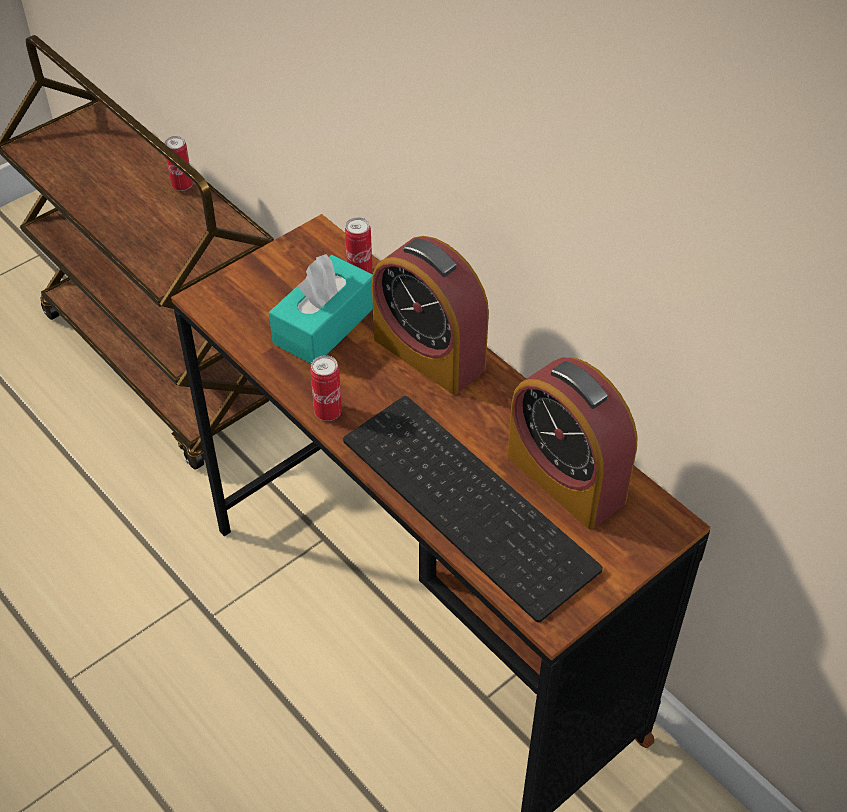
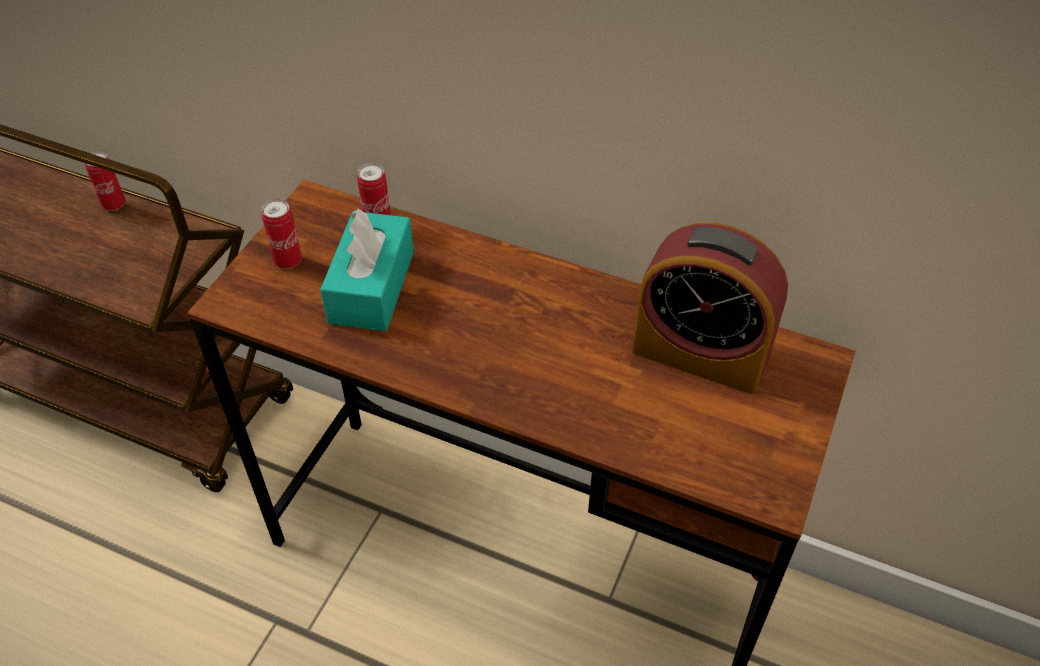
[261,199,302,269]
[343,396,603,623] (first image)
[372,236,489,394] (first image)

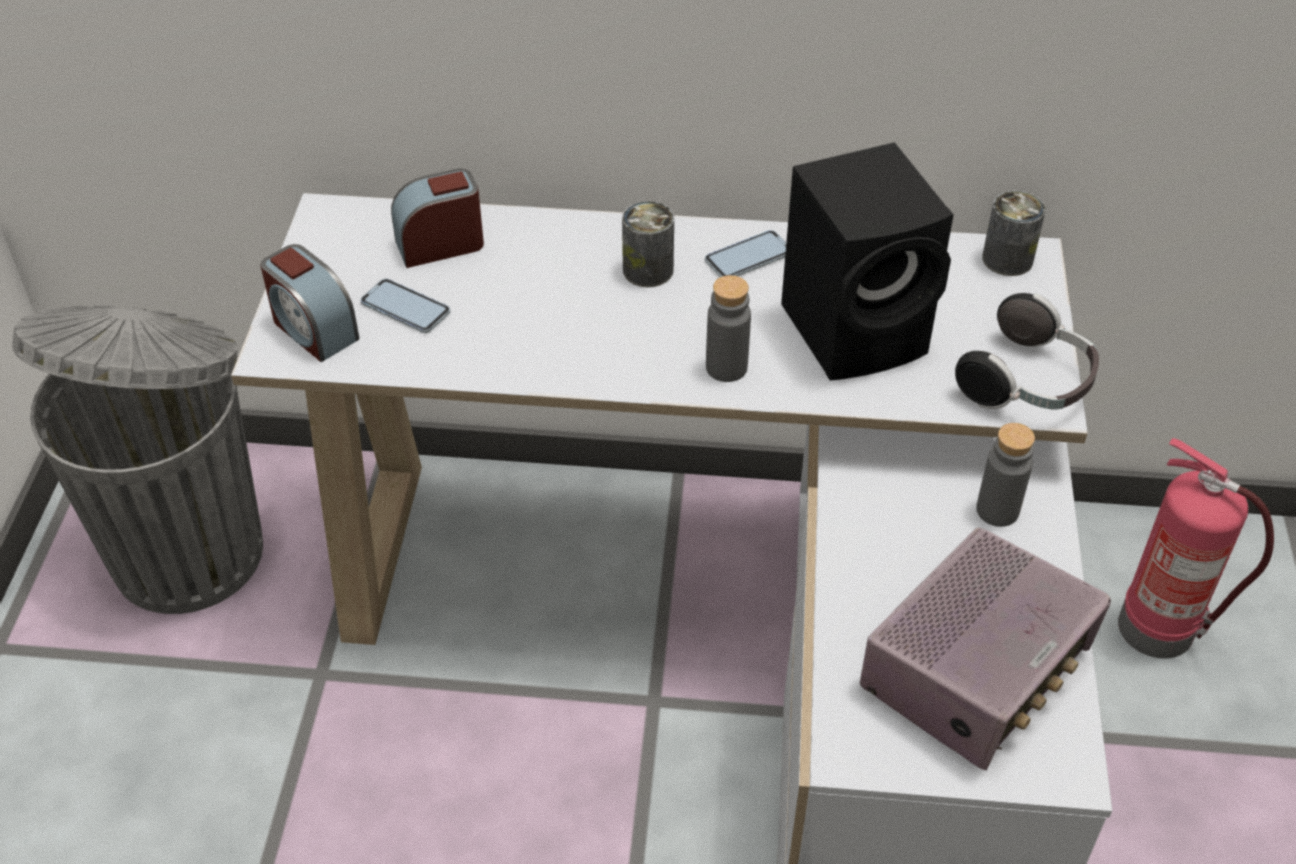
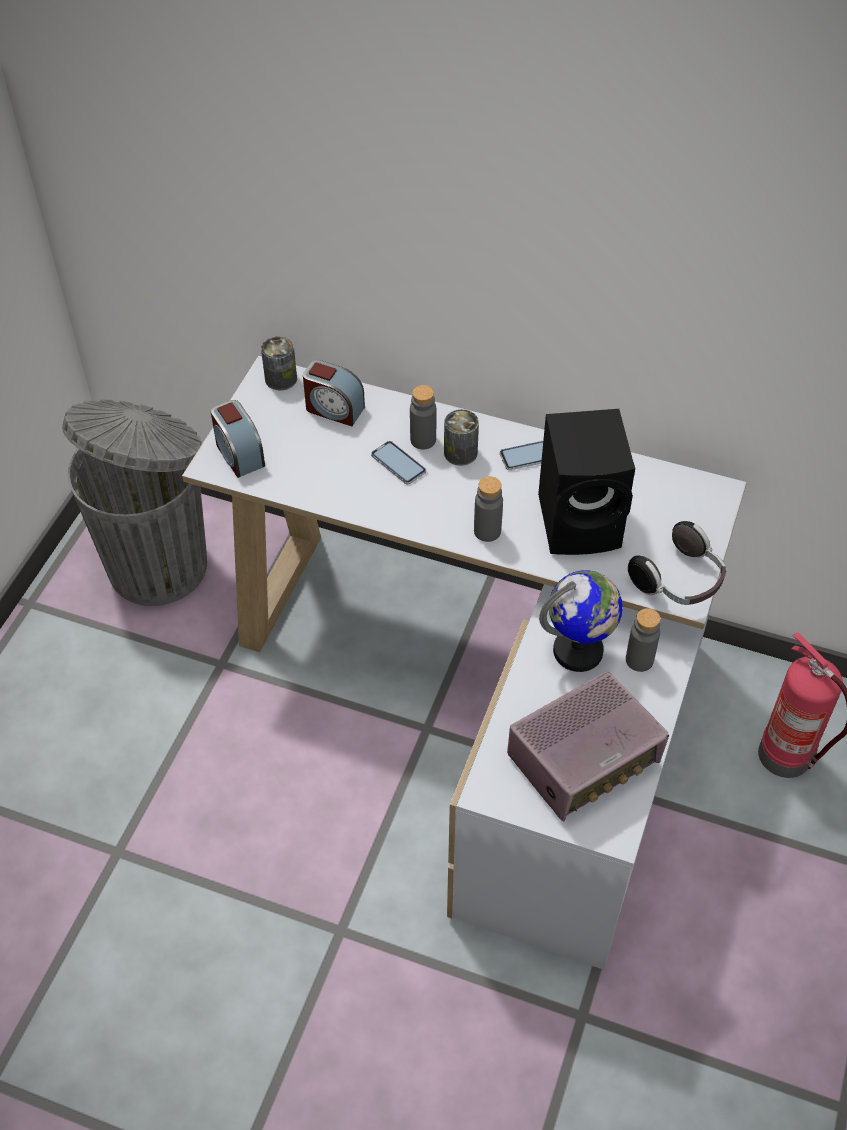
[371,441,426,484]
[303,360,365,426]
[261,336,297,391]
[410,385,436,449]
[539,570,623,672]

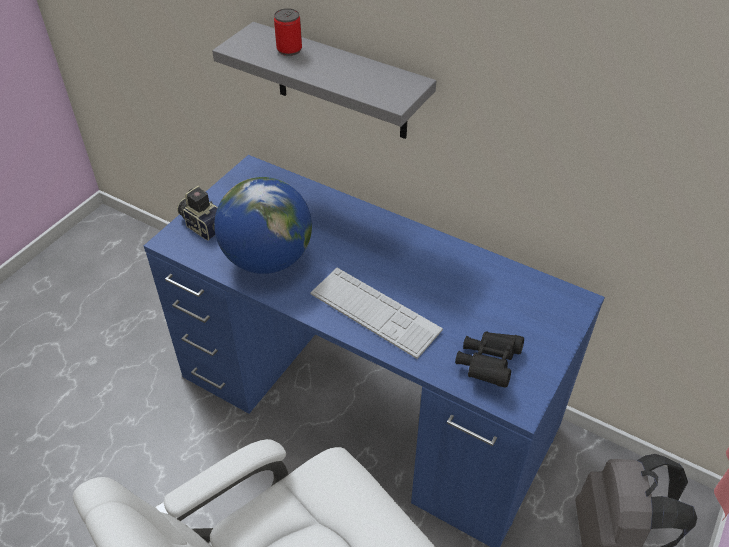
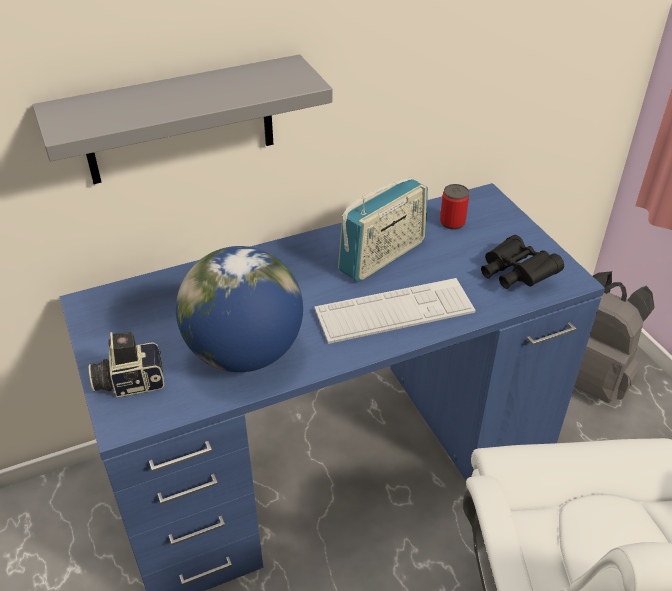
[440,184,469,230]
[338,177,428,282]

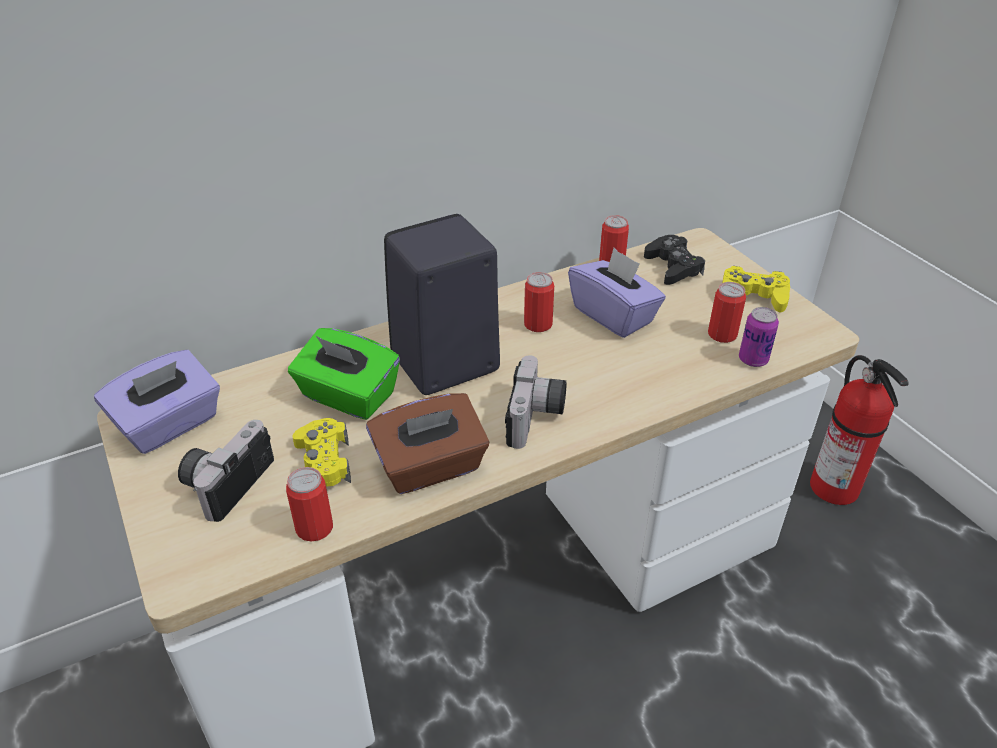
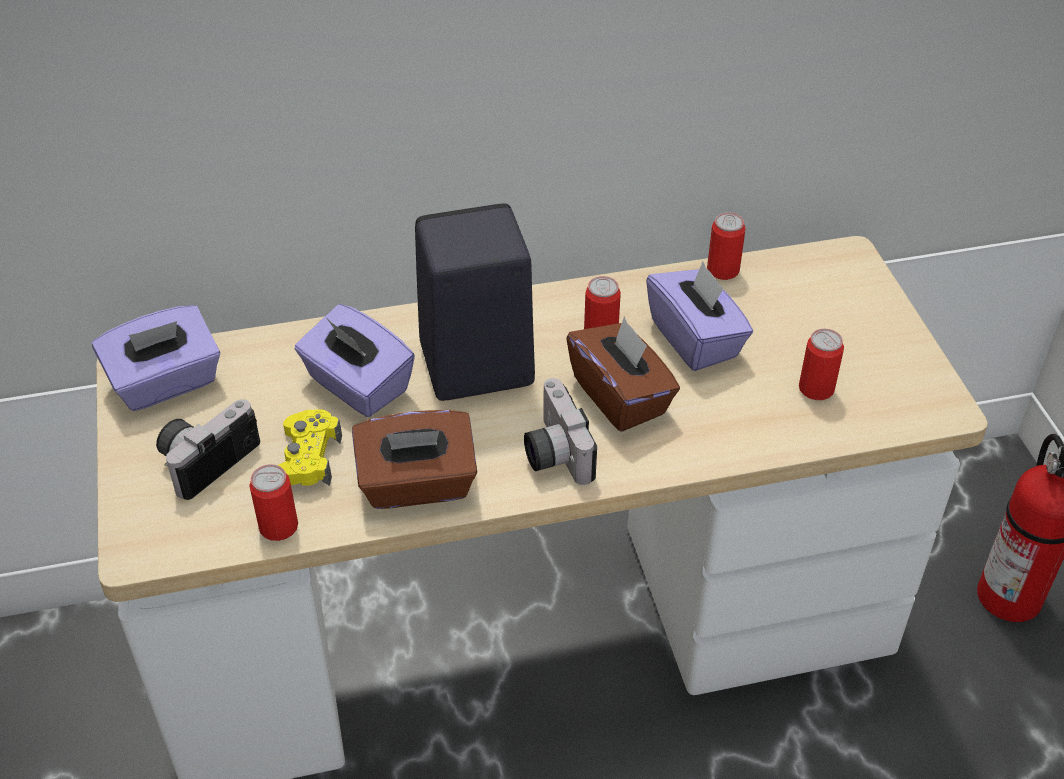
[295,304,415,417]
[524,378,597,485]
[644,235,705,285] (first image)
[723,266,790,313] (first image)
[739,307,779,367] (first image)
[566,316,680,432]

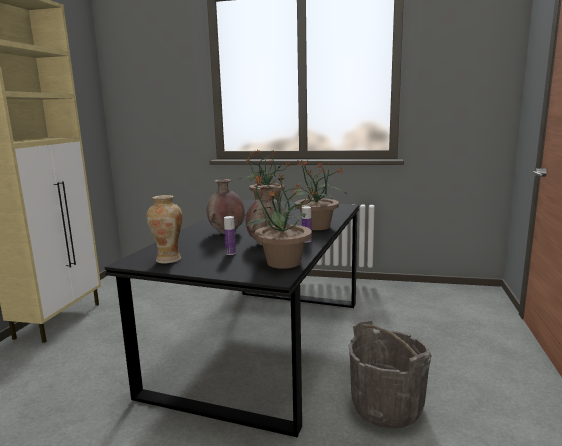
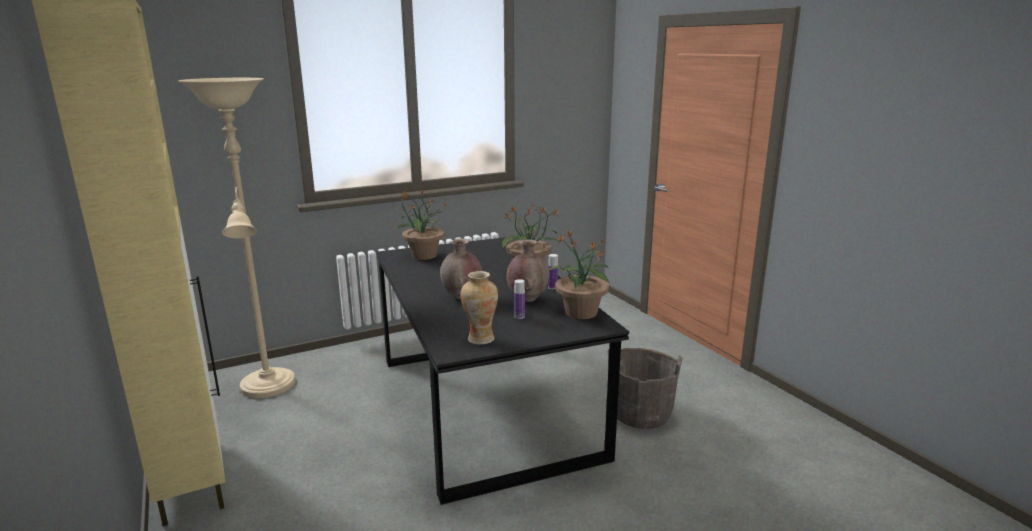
[178,78,295,398]

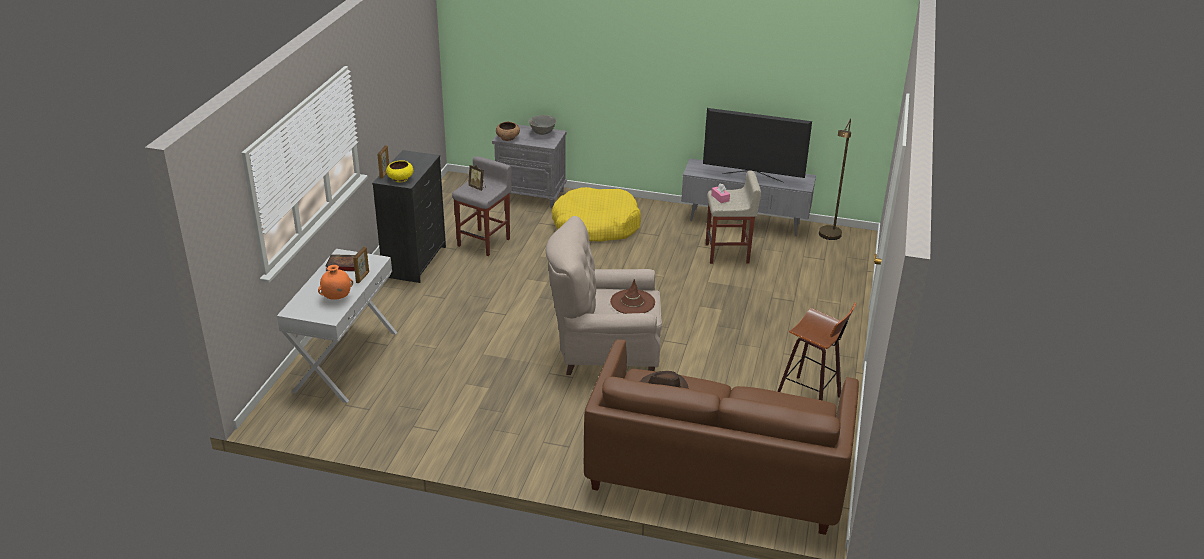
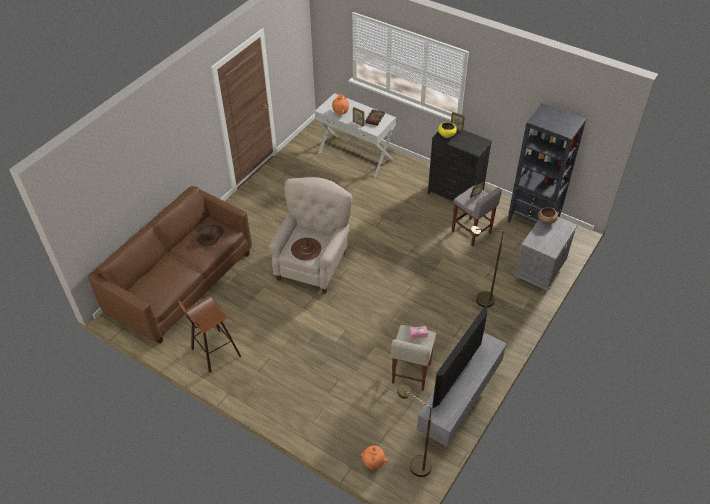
[529,115,556,135] (first image)
[469,226,503,308]
[360,445,387,470]
[508,103,586,223]

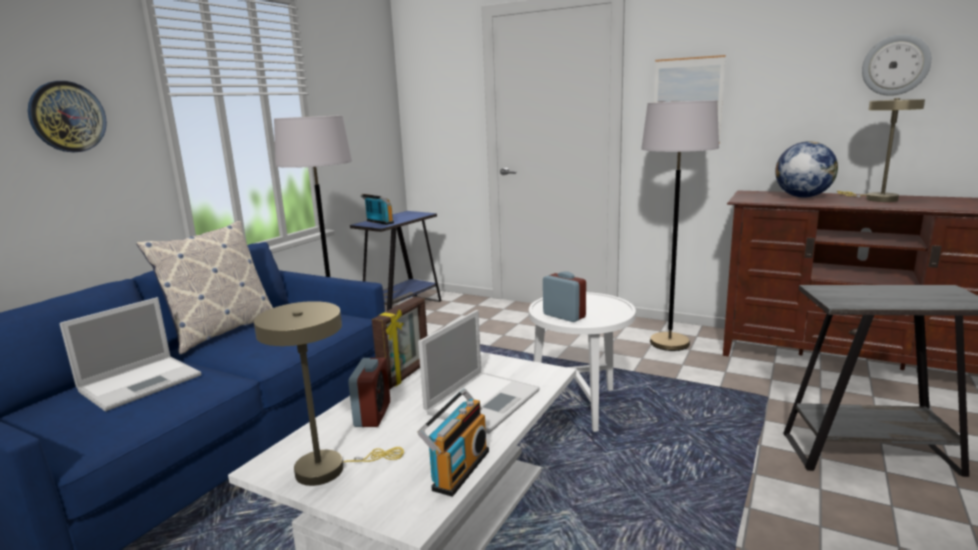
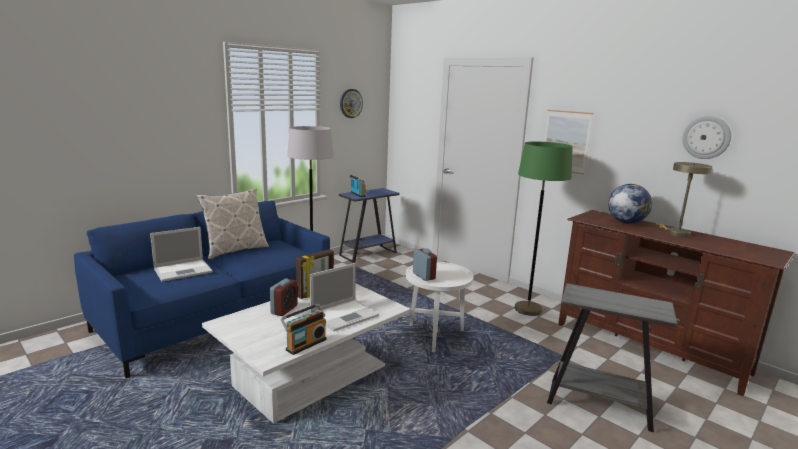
[340,89,363,118]
[254,301,404,486] (first image)
[514,142,573,316]

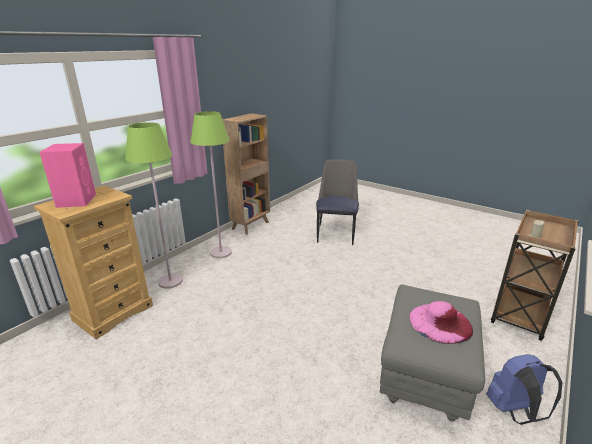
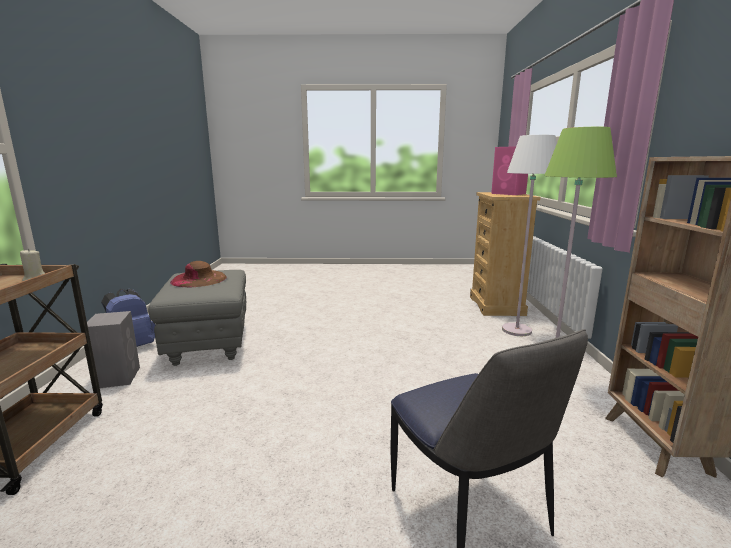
[502,135,557,336]
[170,261,227,287]
[87,311,140,388]

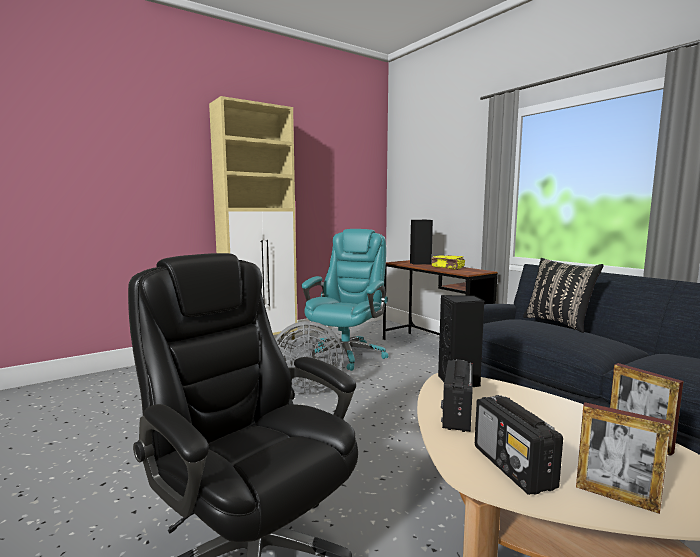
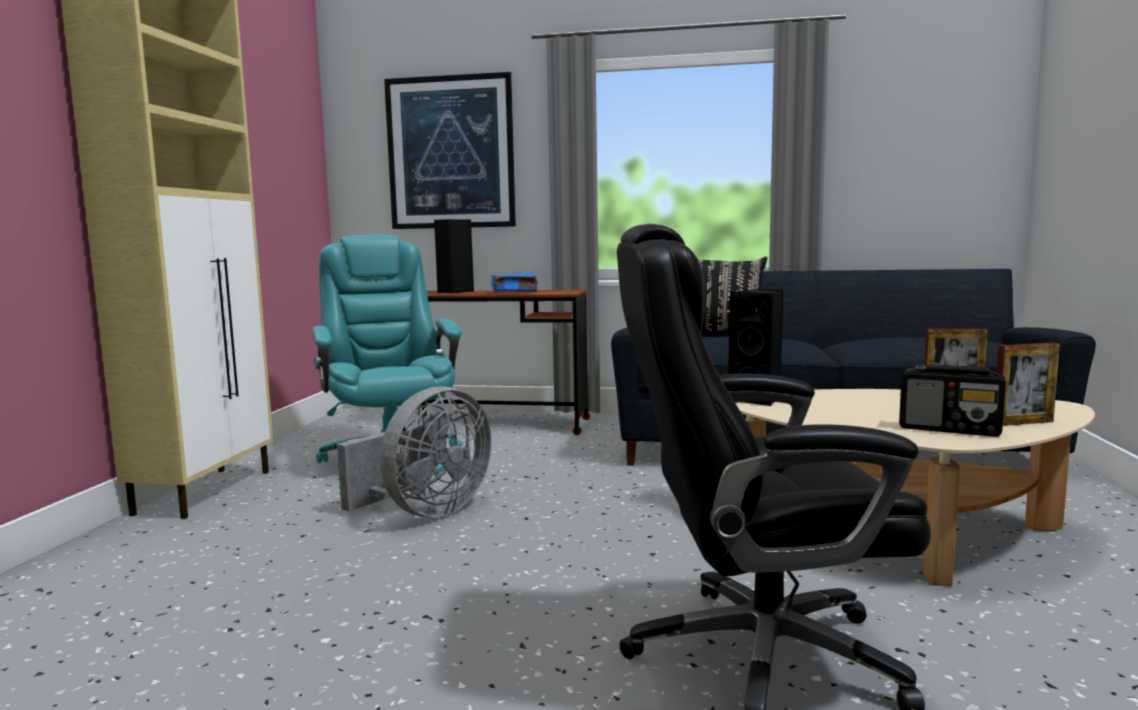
[491,273,538,292]
[441,359,473,432] (first image)
[384,72,516,229]

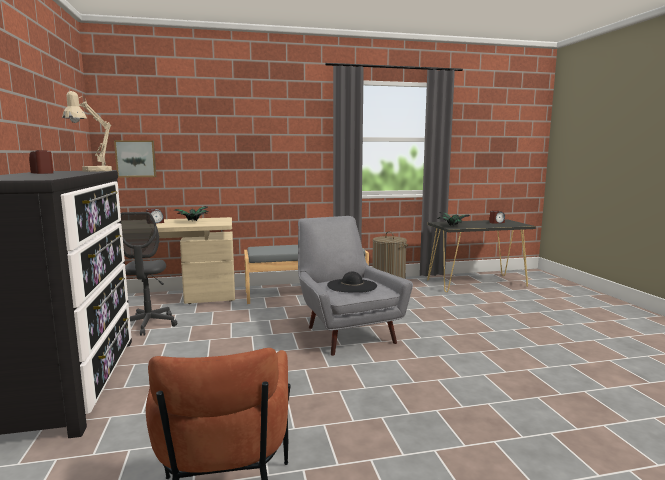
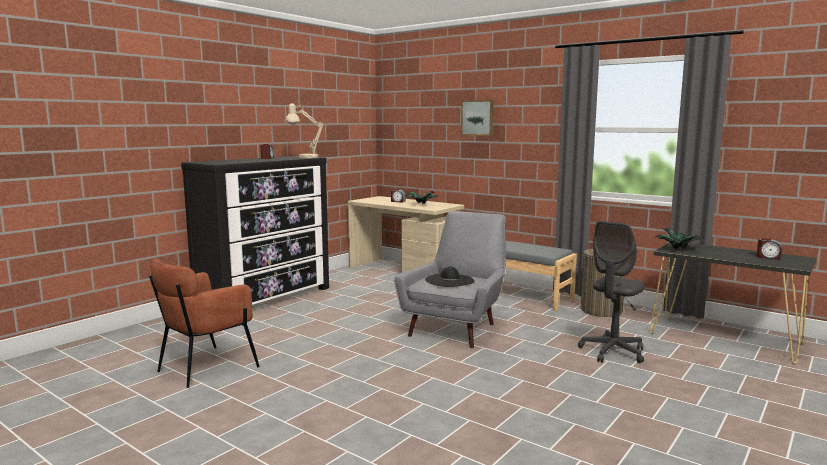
[461,100,493,136]
[578,221,644,363]

